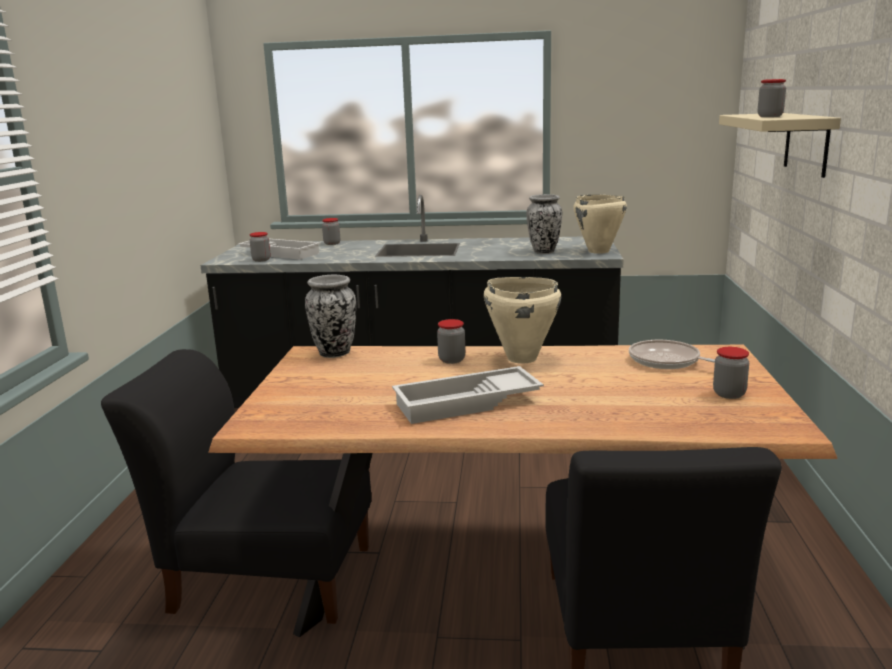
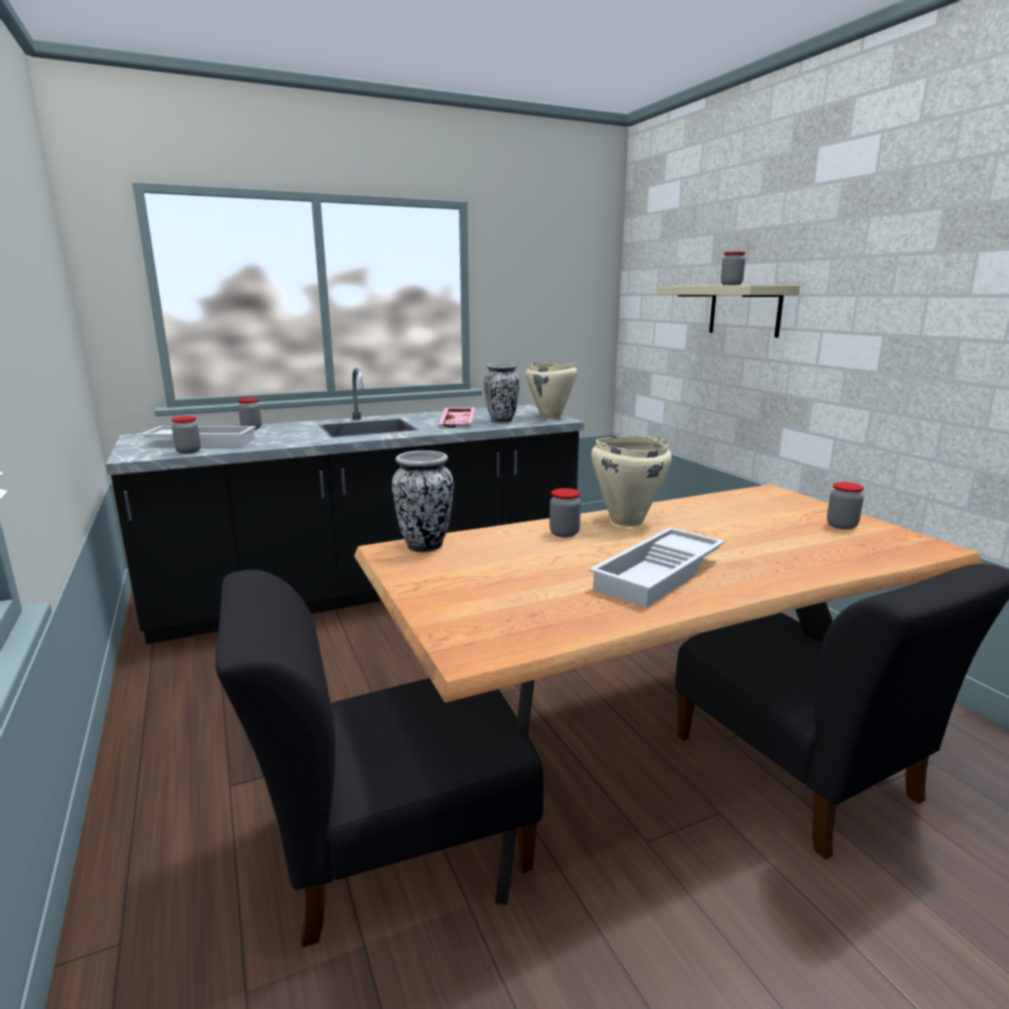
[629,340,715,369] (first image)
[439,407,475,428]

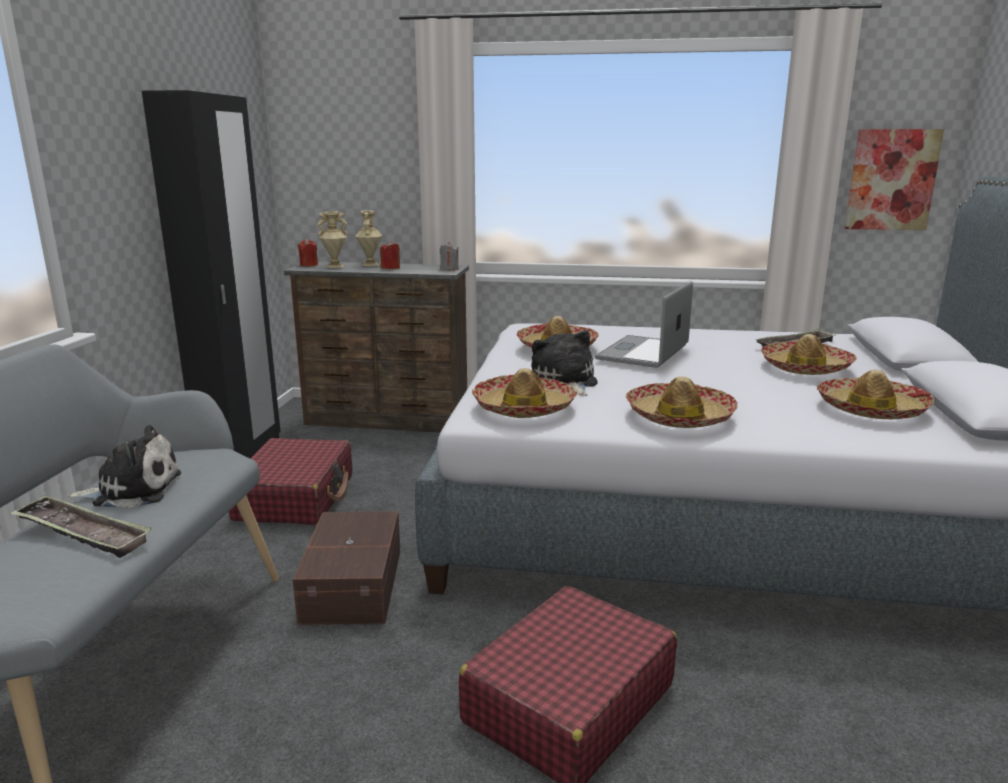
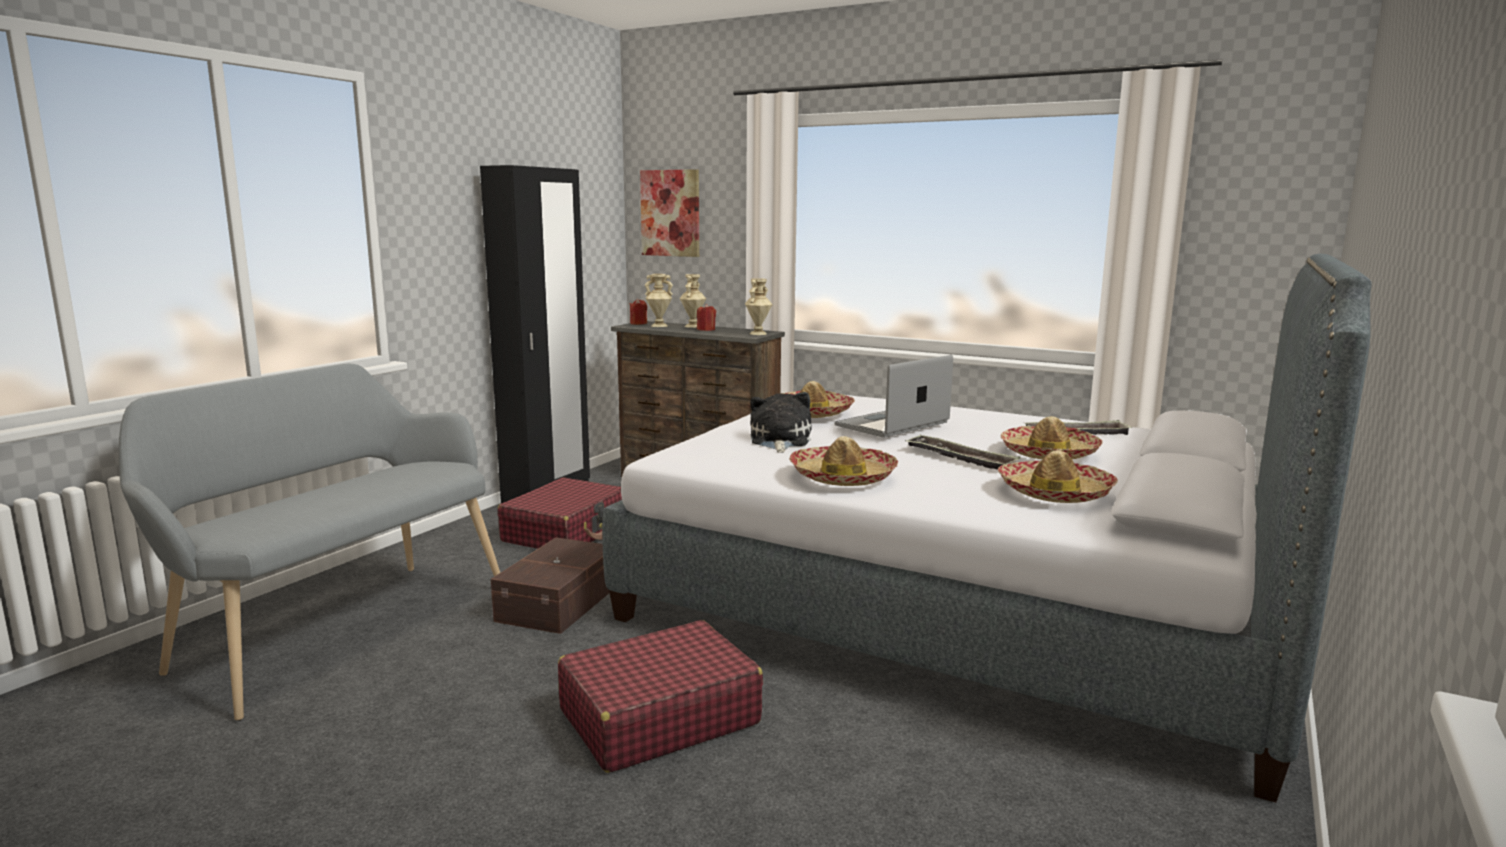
[906,435,1020,470]
[67,425,181,508] (first image)
[745,278,772,335]
[472,368,577,418] (first image)
[640,169,699,257]

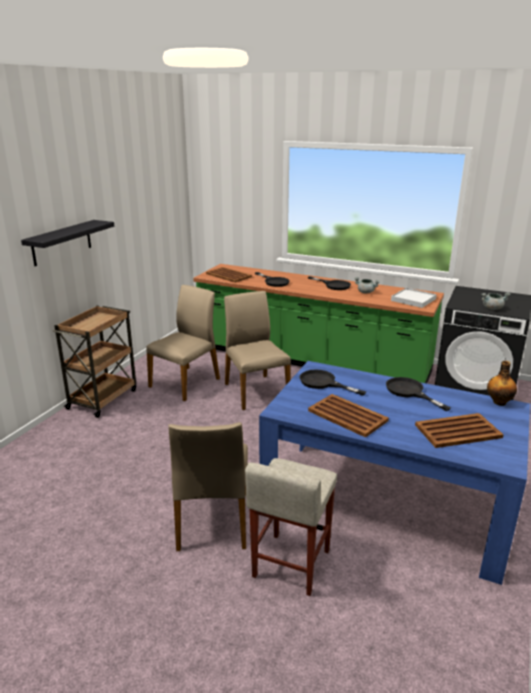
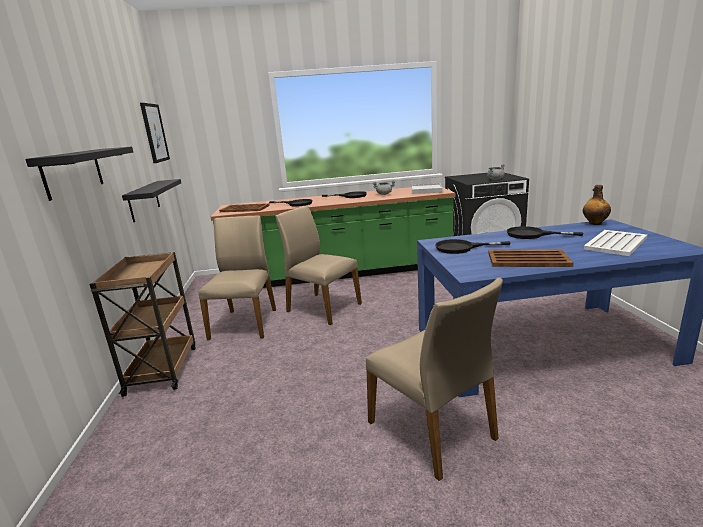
[245,458,337,596] (first image)
[583,230,647,256]
[122,179,181,222]
[140,103,170,163]

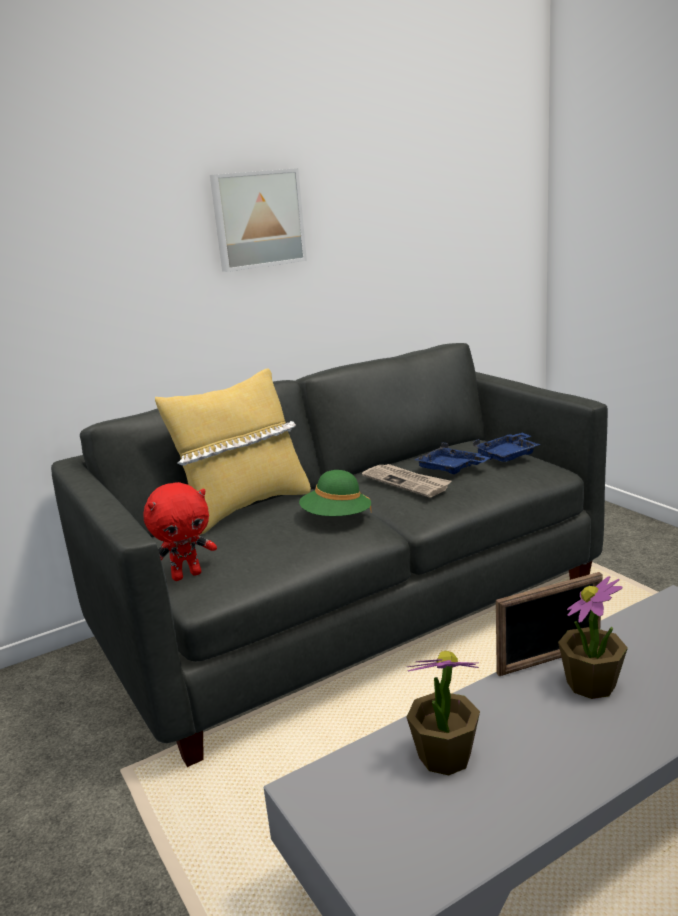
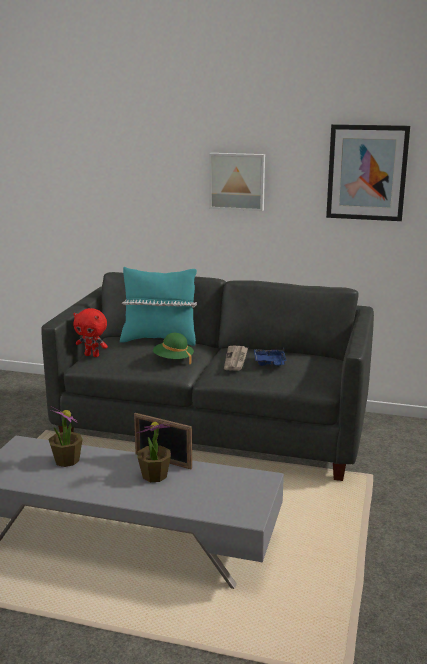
[120,267,197,346]
[473,432,541,462] (first image)
[326,124,410,221]

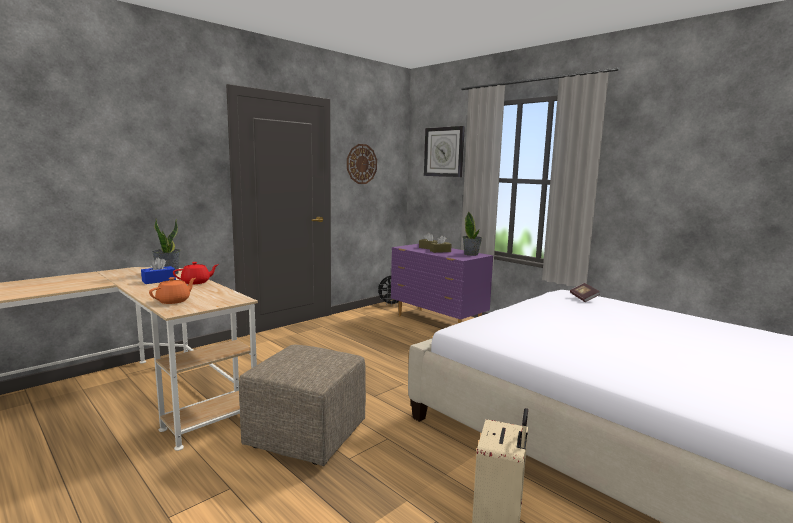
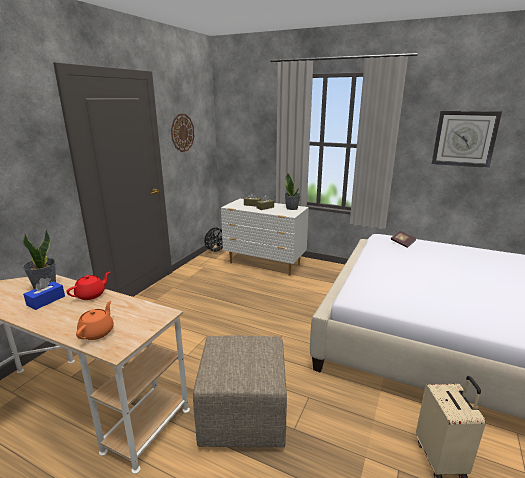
[221,199,309,276]
[432,111,502,168]

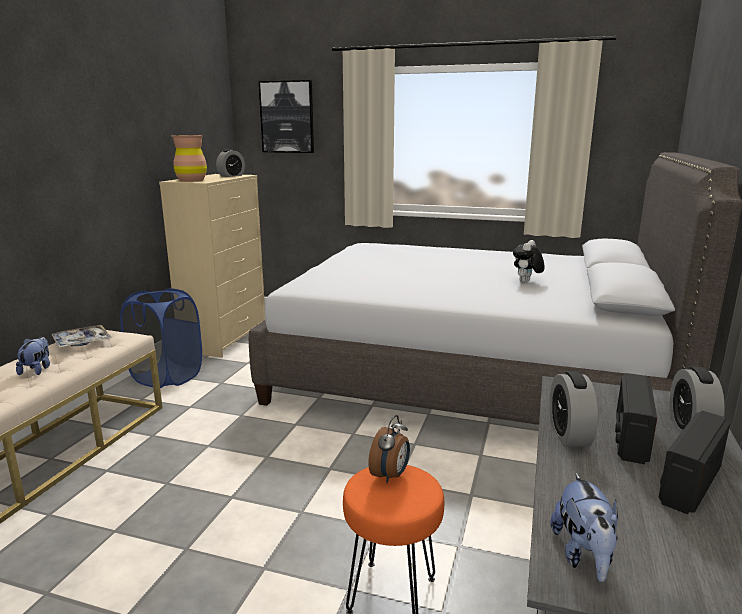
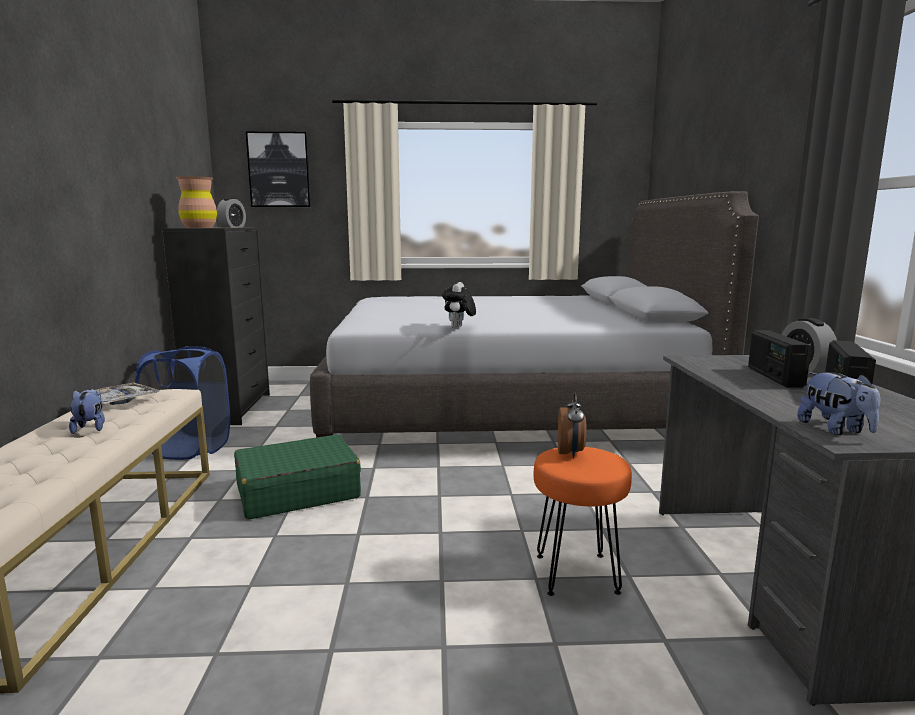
[162,228,270,425]
[442,282,476,328]
[549,371,598,447] (first image)
[234,434,361,520]

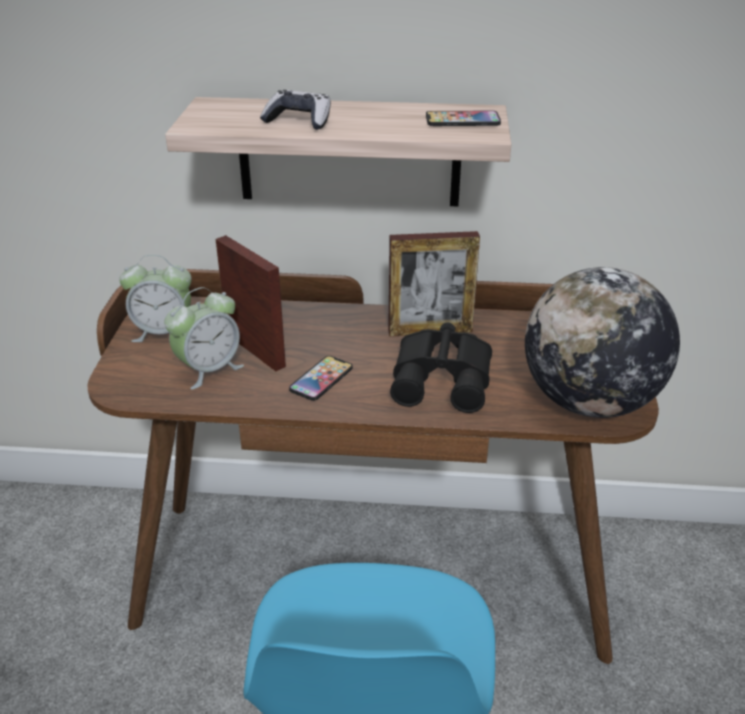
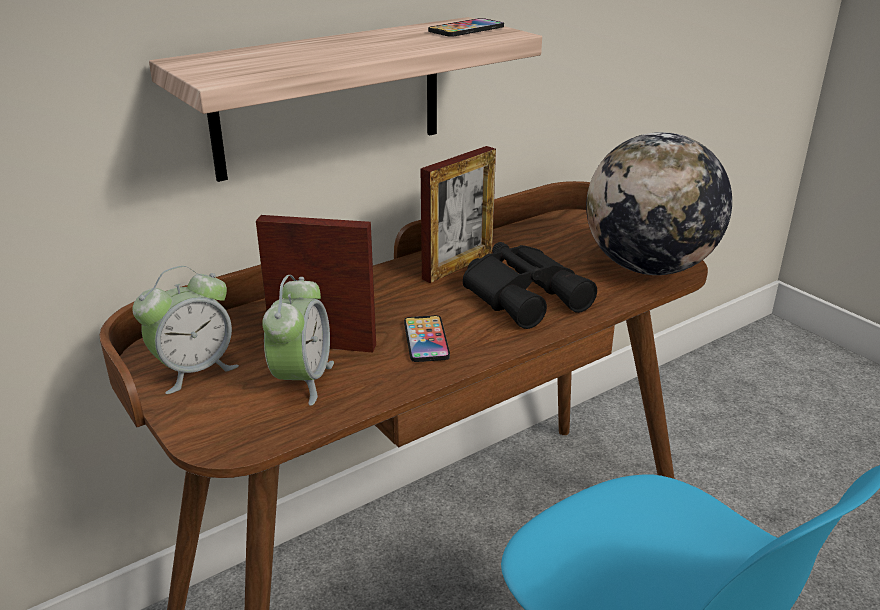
[260,90,331,130] (first image)

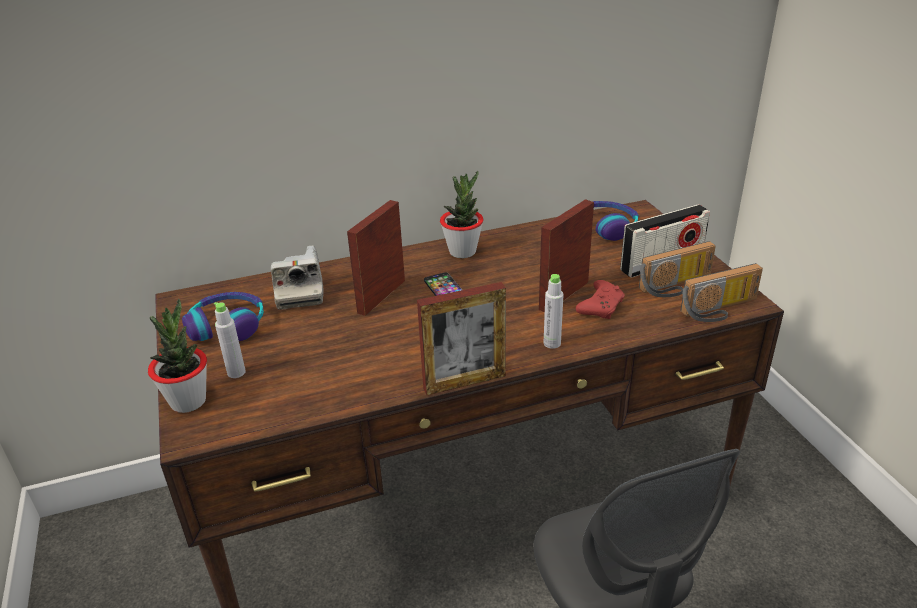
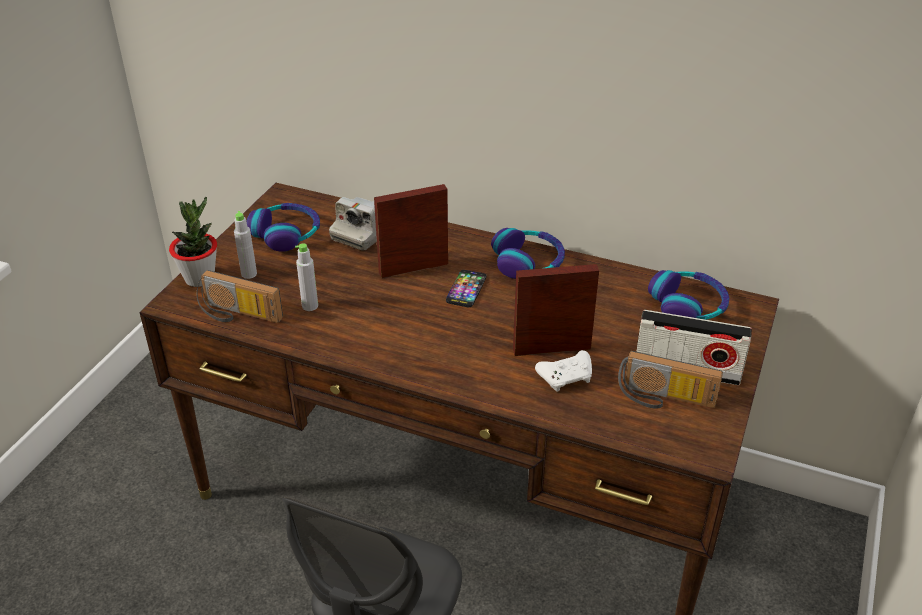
[417,282,506,395] (first image)
[491,228,565,279]
[295,243,318,311]
[535,350,592,392]
[197,270,283,323]

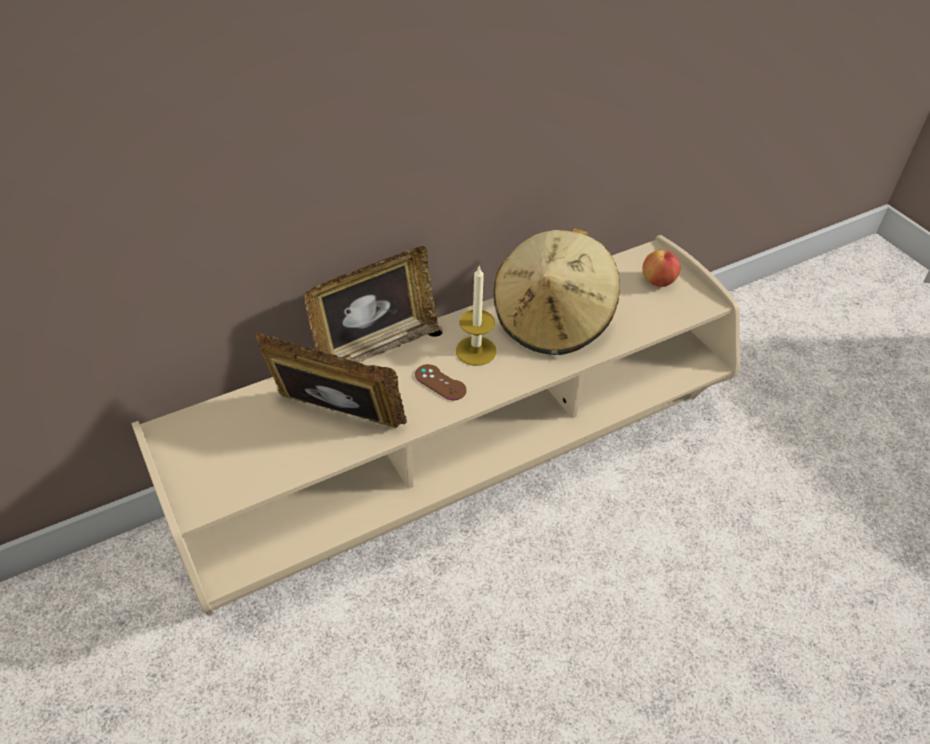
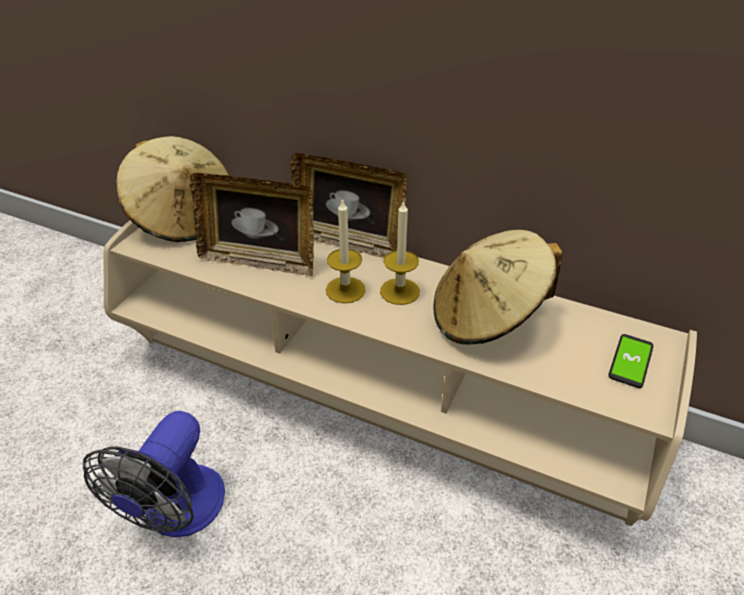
[190,173,314,277]
[326,198,366,303]
[608,334,653,388]
[83,411,225,537]
[116,136,229,242]

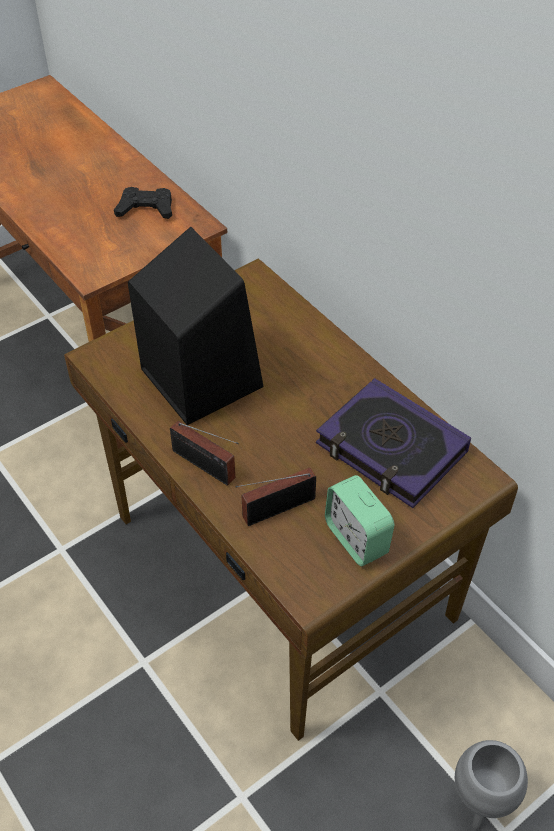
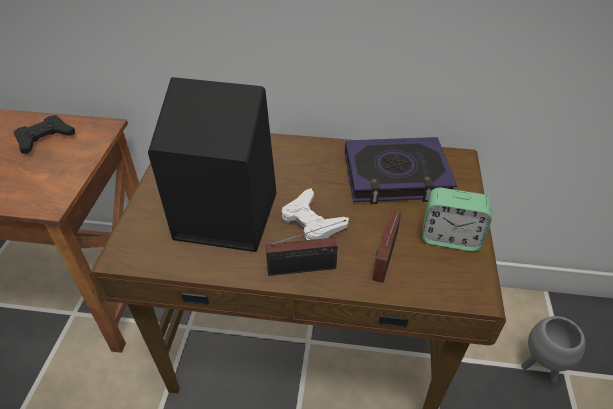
[281,188,349,240]

